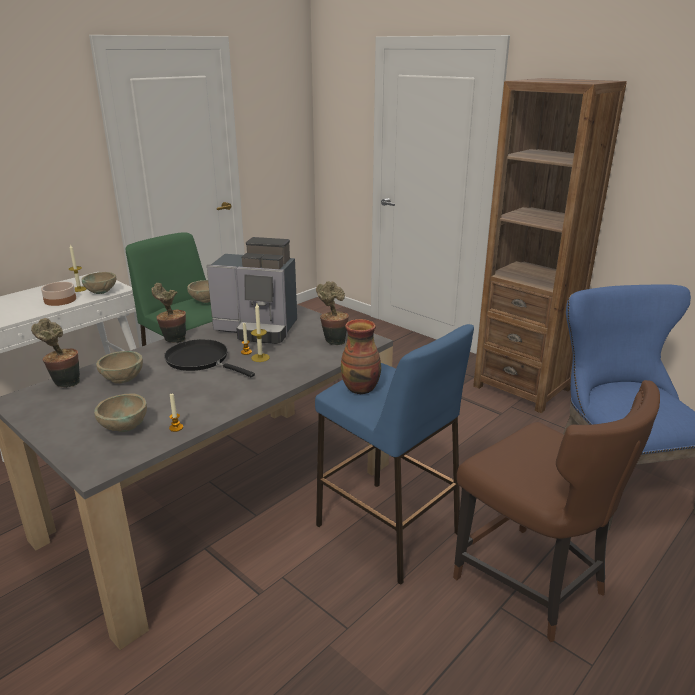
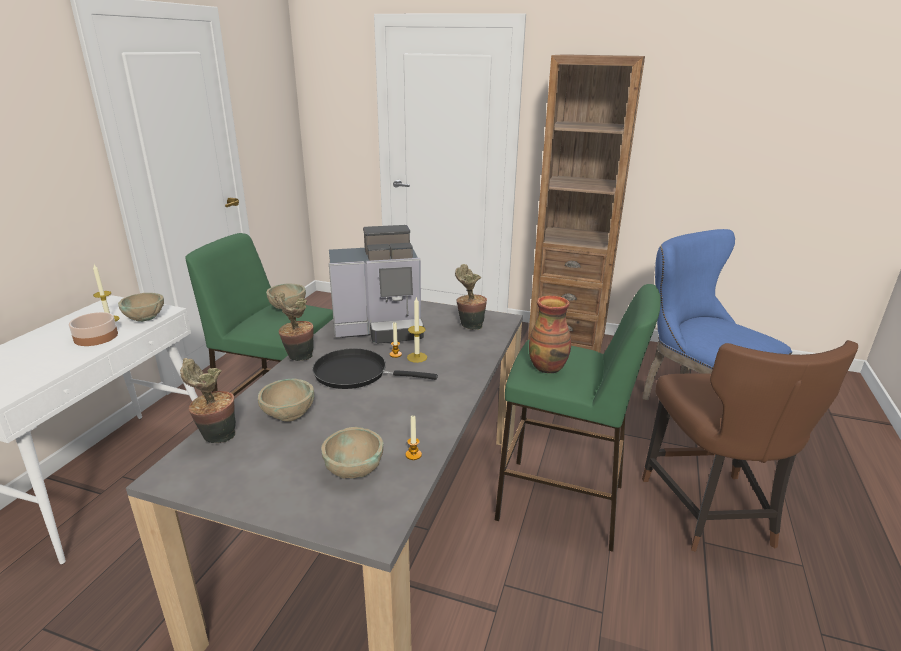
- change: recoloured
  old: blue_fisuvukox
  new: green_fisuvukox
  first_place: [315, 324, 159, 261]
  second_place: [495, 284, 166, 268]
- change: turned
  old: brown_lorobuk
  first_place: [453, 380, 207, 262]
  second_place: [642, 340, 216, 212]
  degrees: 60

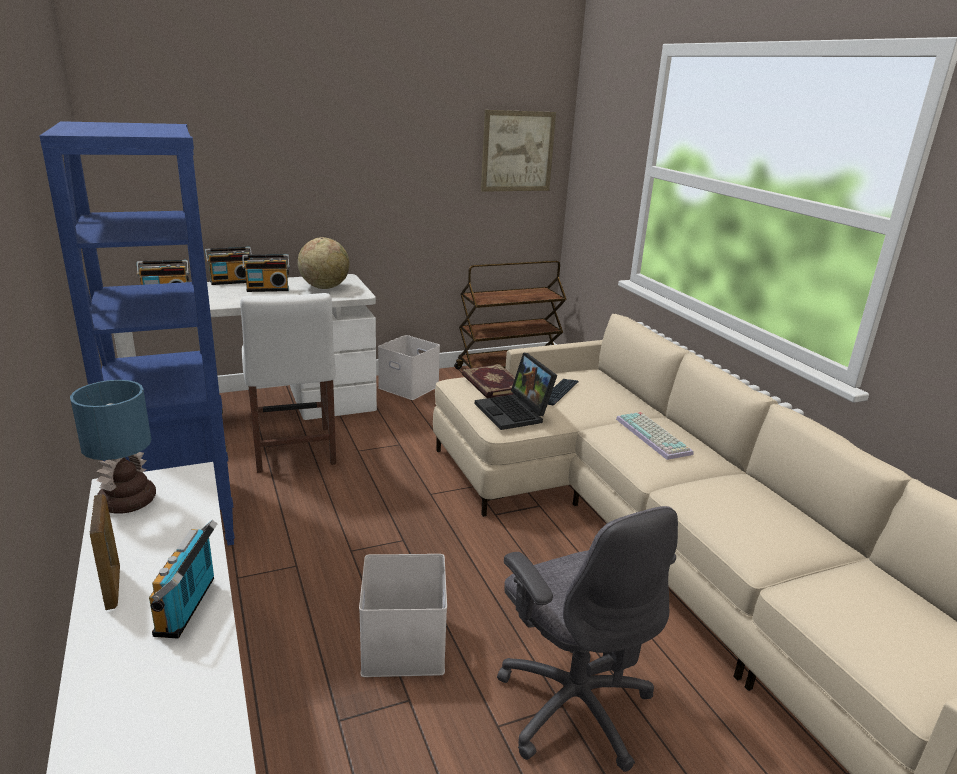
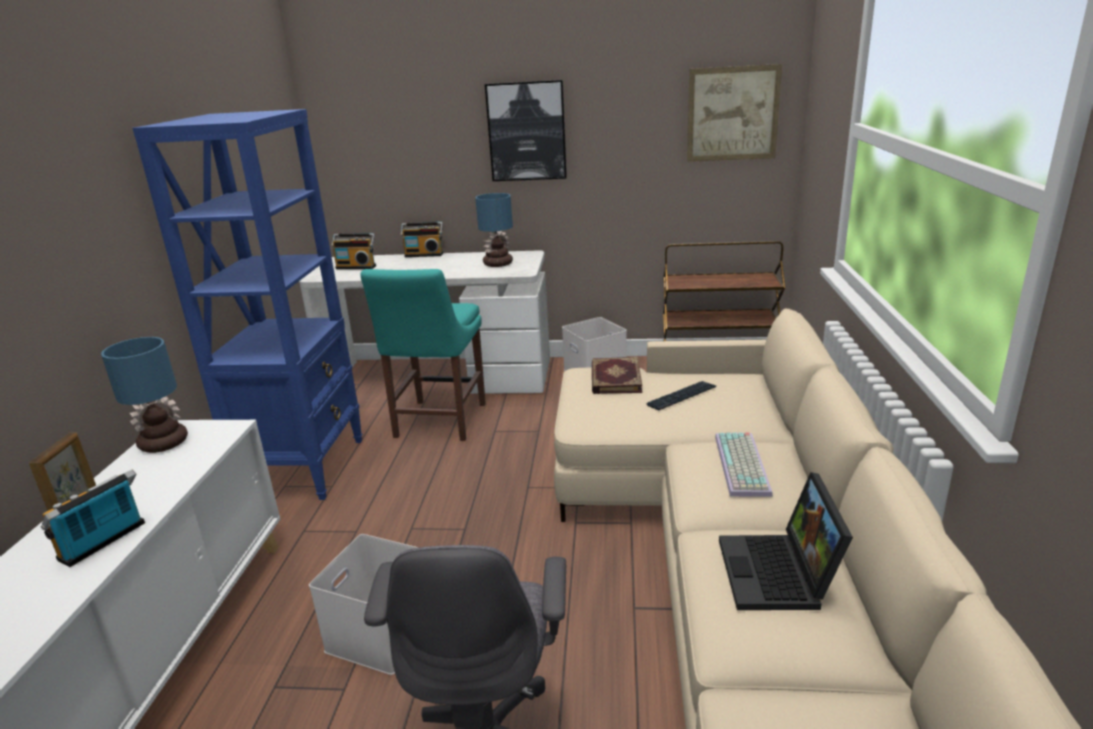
- change: recoloured
  old: white_lorobuk
  new: turquoise_lorobuk
  first_place: [240, 293, 96, 180]
  second_place: [361, 269, 125, 172]
- change: removed
  old: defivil
  first_place: [242, 254, 48, 38]
- change: replaced
  old: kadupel
  new: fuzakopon
  first_place: [298, 237, 52, 52]
  second_place: [475, 193, 38, 74]
- change: moved
  old: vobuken
  first_place: [475, 352, 82, 78]
  second_place: [719, 472, 134, 138]
- change: added
  new: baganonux
  second_place: [485, 80, 82, 101]

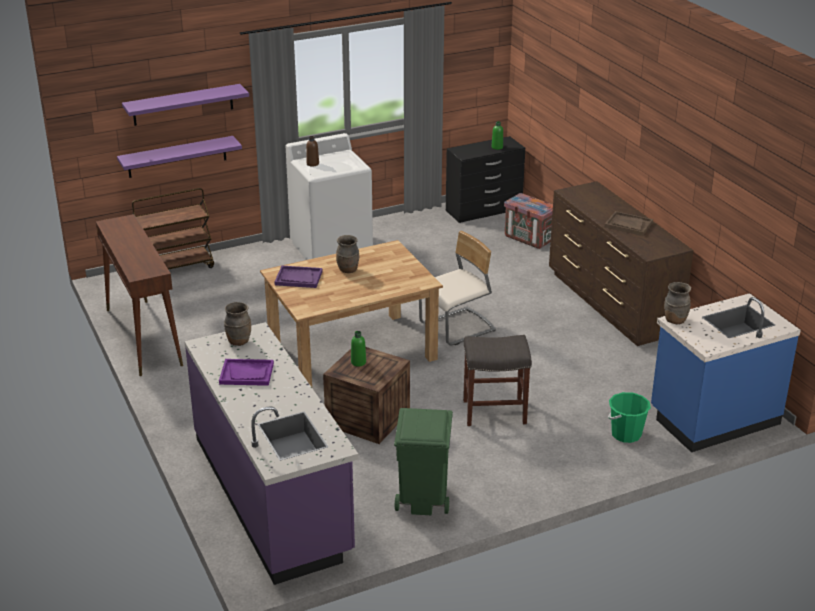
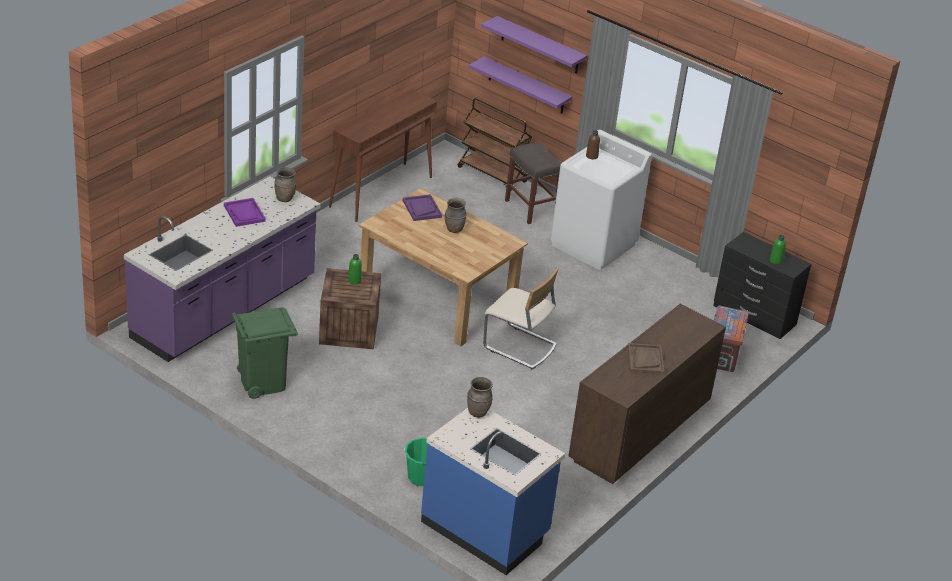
- change: moved
  old: grey_fisuvukox
  first_place: [463, 335, 69, 91]
  second_place: [505, 142, 56, 82]

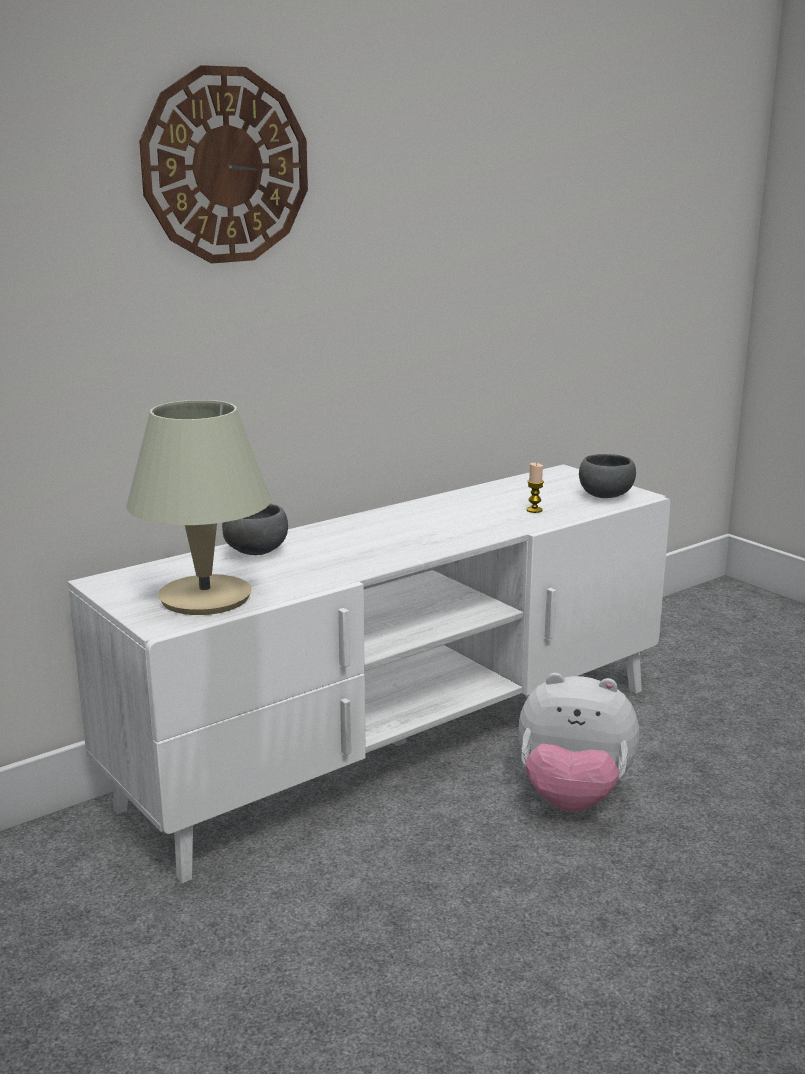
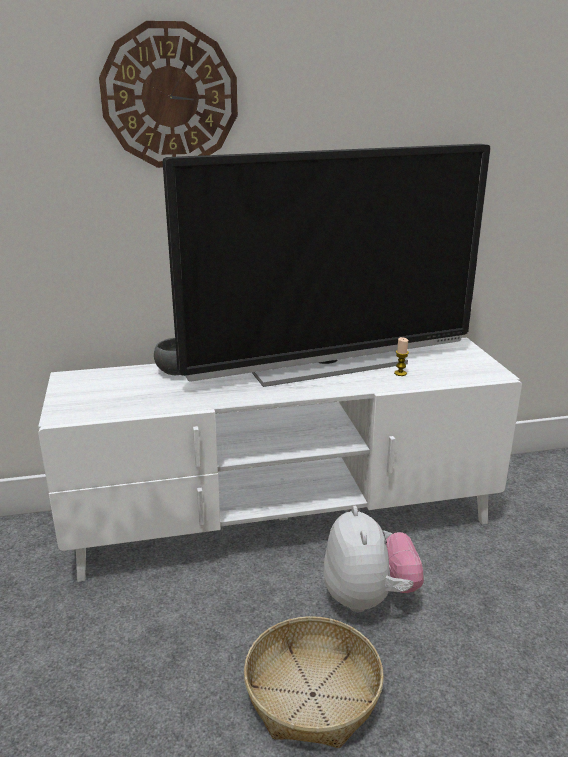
- change: removed
  old: beige_fuzakopon
  first_place: [126, 400, 145, 215]
- change: turned
  old: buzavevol
  first_place: [519, 673, 120, 139]
  second_place: [323, 506, 101, 106]
  degrees: -135
- change: removed
  old: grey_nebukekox
  first_place: [579, 454, 57, 44]
- change: added
  new: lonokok
  second_place: [163, 144, 328, 243]
- change: added
  new: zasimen
  second_place: [244, 616, 140, 132]

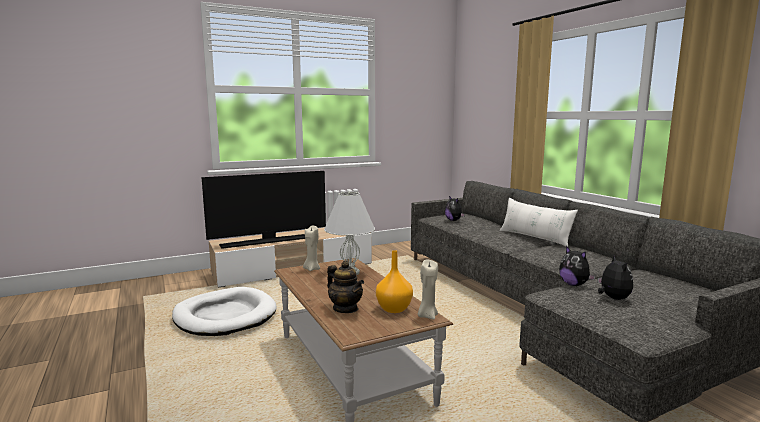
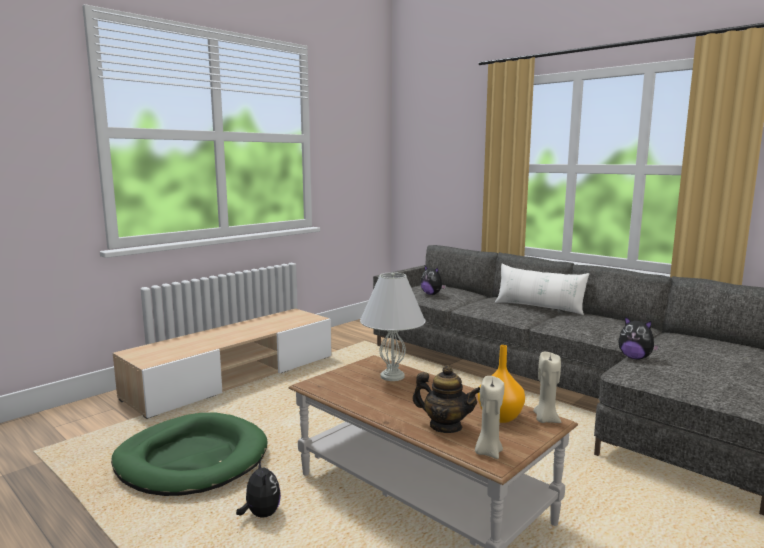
- change: recoloured
  old: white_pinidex
  new: green_pinidex
  first_place: [172, 287, 105, 49]
  second_place: [111, 413, 157, 83]
- change: removed
  old: lonokok
  first_place: [201, 171, 125, 78]
- change: moved
  old: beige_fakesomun
  first_place: [303, 226, 17, 45]
  second_place: [475, 376, 29, 83]
- change: moved
  old: buzavevol
  first_place: [597, 255, 36, 45]
  second_place: [236, 459, 45, 59]

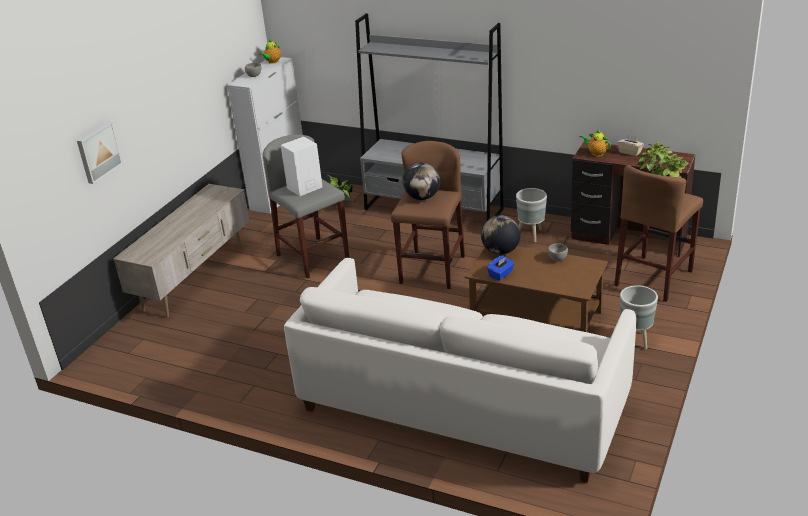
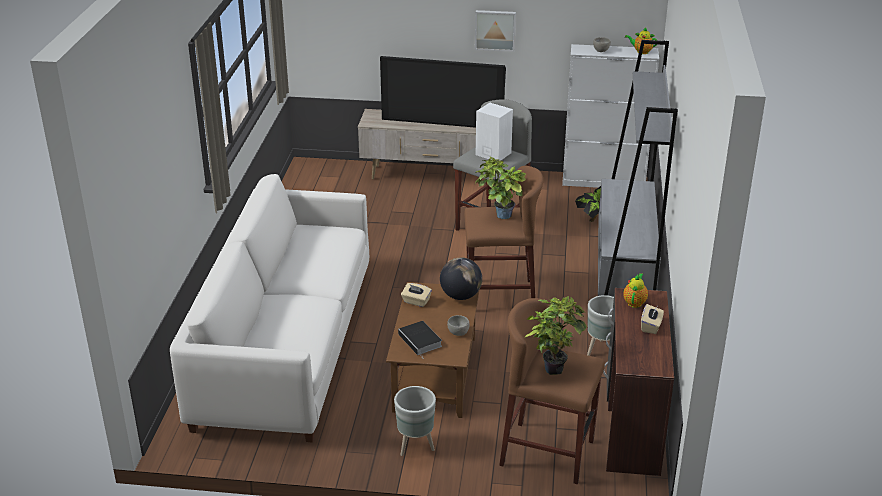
- change: moved
  old: baganonux
  first_place: [77, 122, 46, 62]
  second_place: [475, 10, 41, 42]
- change: replaced
  old: kadupel
  new: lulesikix
  first_place: [403, 162, 37, 38]
  second_place: [475, 156, 51, 63]
- change: recoloured
  old: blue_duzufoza
  new: beige_duzufoza
  first_place: [487, 255, 28, 26]
  second_place: [401, 283, 31, 24]
- change: added
  new: lonokok
  second_place: [380, 56, 126, 72]
- change: added
  new: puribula
  second_place: [398, 321, 44, 37]

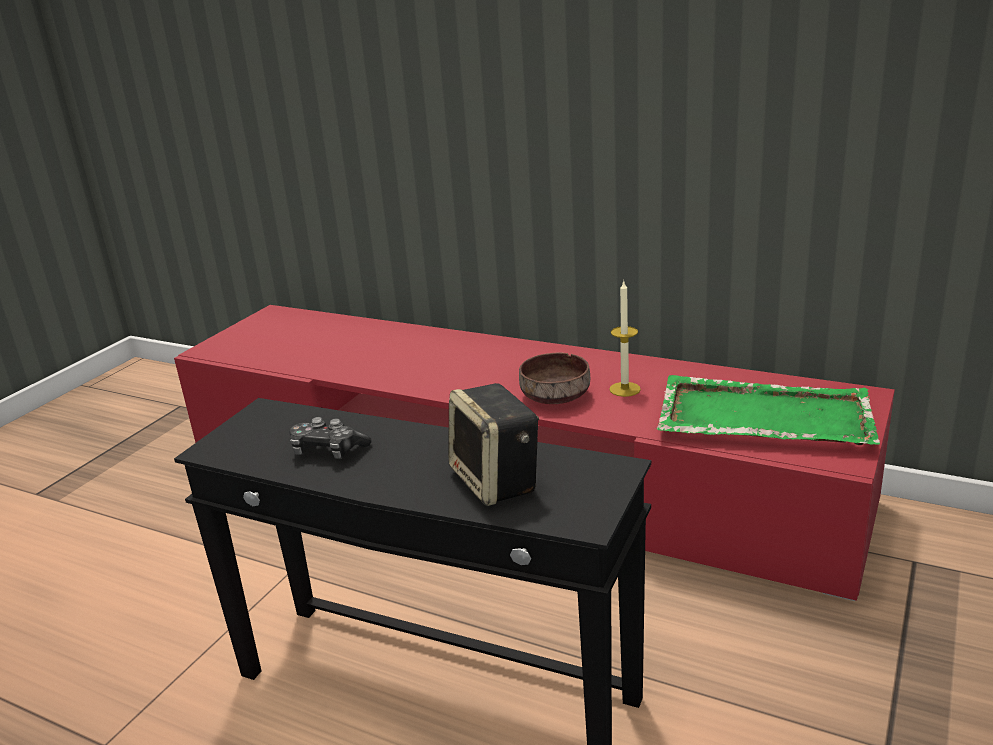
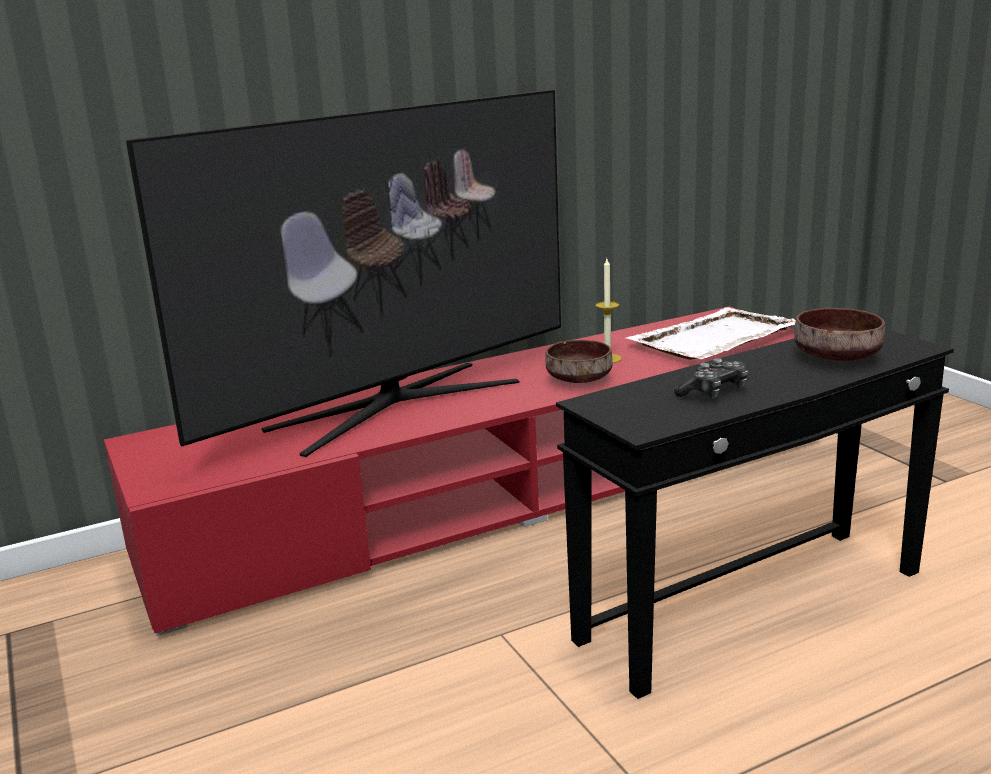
- change: replaced
  old: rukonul
  new: brown_nebukekox
  first_place: [448, 383, 91, 123]
  second_place: [794, 308, 91, 53]
- change: recoloured
  old: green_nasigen
  new: white_nasigen
  first_place: [657, 375, 223, 70]
  second_place: [625, 307, 171, 53]
- change: added
  new: lonokok
  second_place: [126, 89, 435, 368]

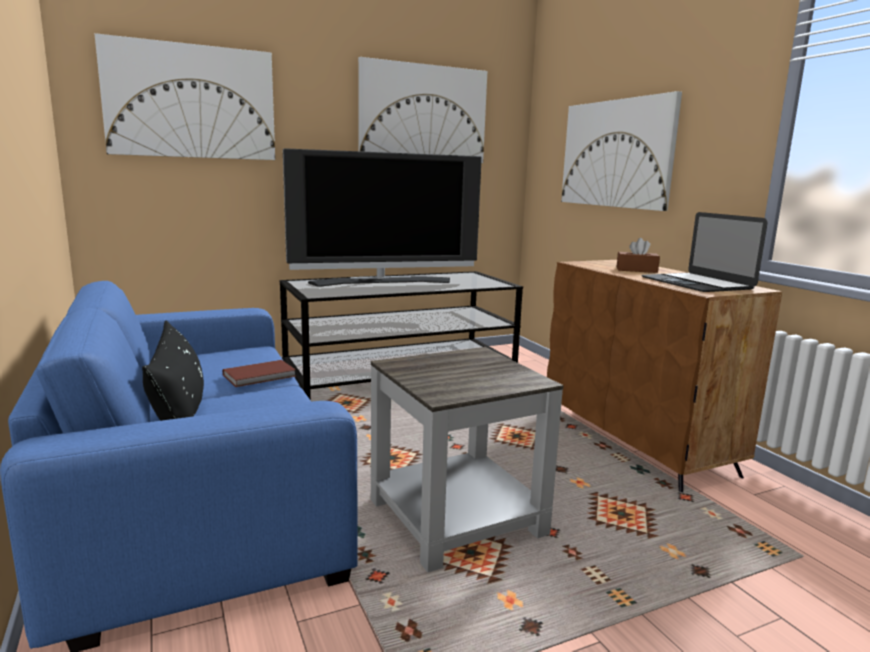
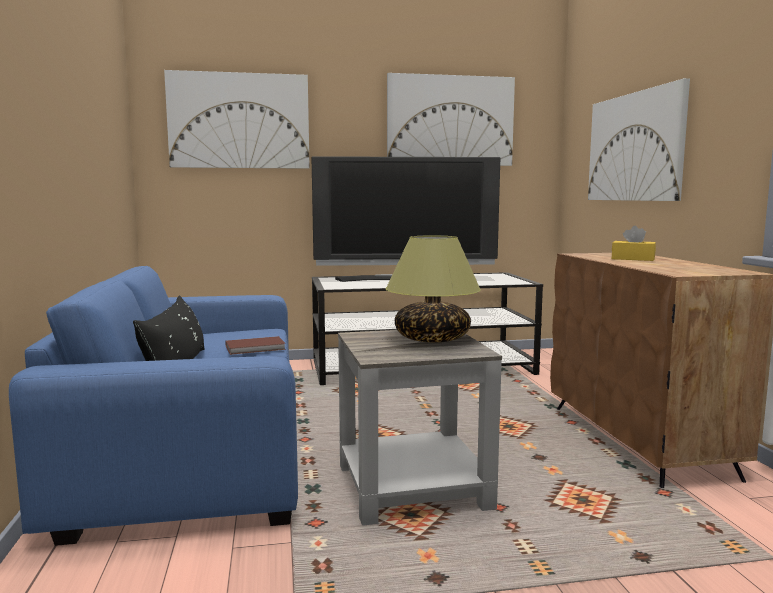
- change: recoloured
  old: brown_duzufoza
  new: yellow_duzufoza
  first_place: [616, 238, 44, 35]
  second_place: [612, 226, 44, 35]
- change: removed
  old: vobuken
  first_place: [641, 212, 127, 80]
- change: added
  new: fuzakopon
  second_place: [386, 236, 95, 107]

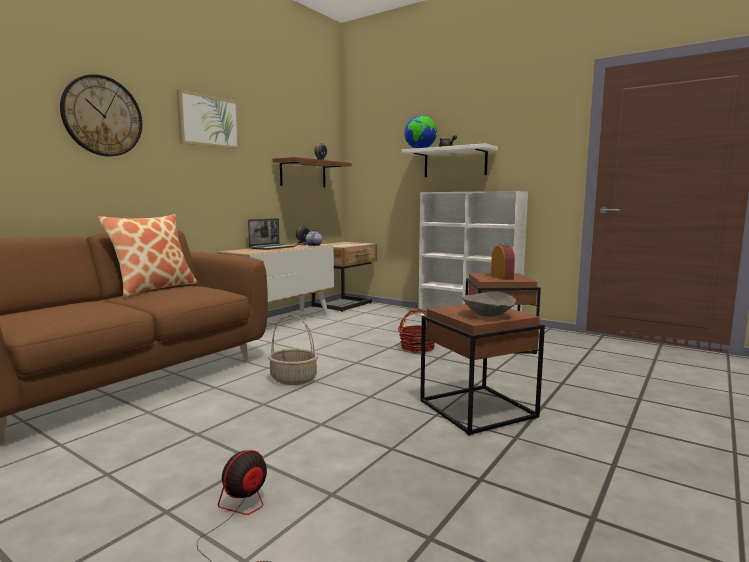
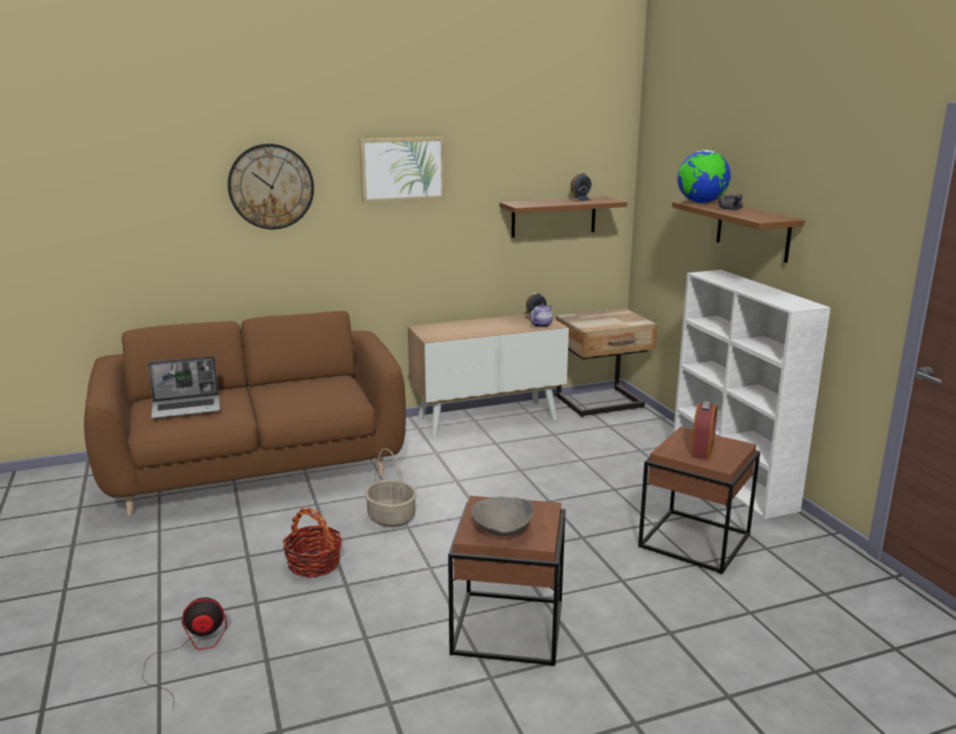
- change: removed
  old: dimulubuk
  first_place: [98, 214, 100, 84]
- change: moved
  old: vobuken
  first_place: [248, 218, 49, 32]
  second_place: [148, 356, 72, 62]
- change: moved
  old: zasimen
  first_place: [398, 308, 37, 45]
  second_place: [283, 508, 59, 70]
- change: recoloured
  old: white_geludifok
  new: brown_geludifok
  first_place: [402, 143, 96, 34]
  second_place: [672, 200, 133, 63]

